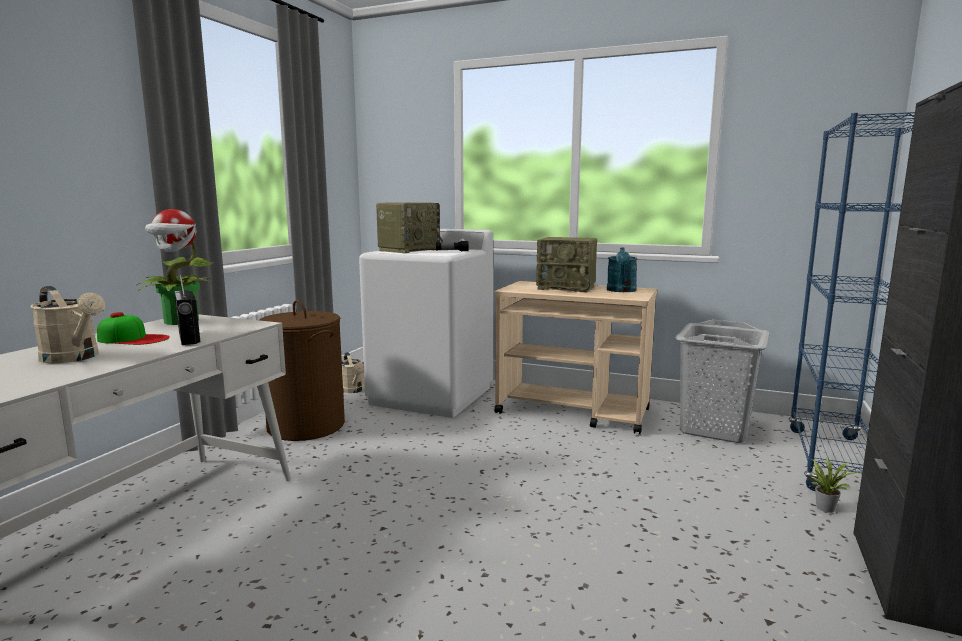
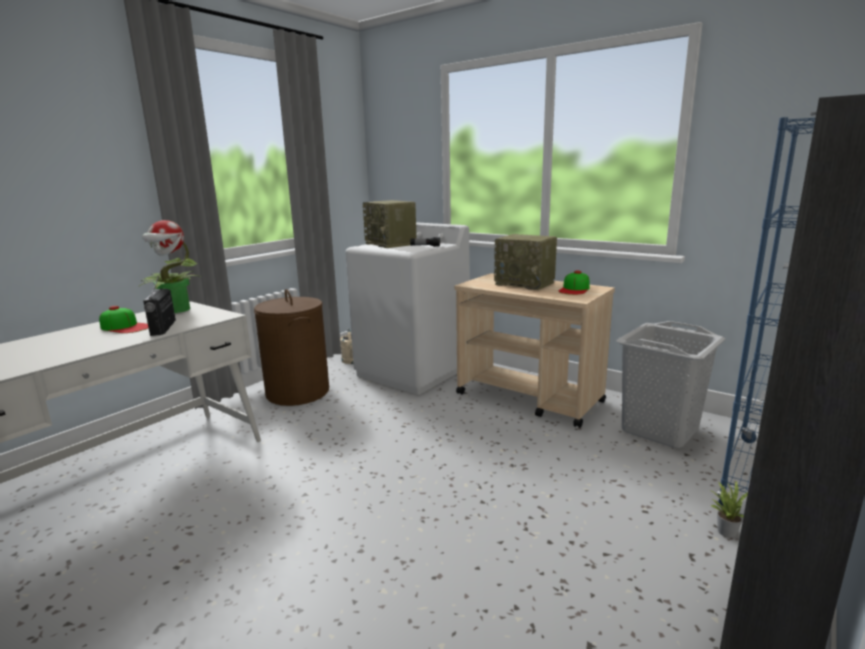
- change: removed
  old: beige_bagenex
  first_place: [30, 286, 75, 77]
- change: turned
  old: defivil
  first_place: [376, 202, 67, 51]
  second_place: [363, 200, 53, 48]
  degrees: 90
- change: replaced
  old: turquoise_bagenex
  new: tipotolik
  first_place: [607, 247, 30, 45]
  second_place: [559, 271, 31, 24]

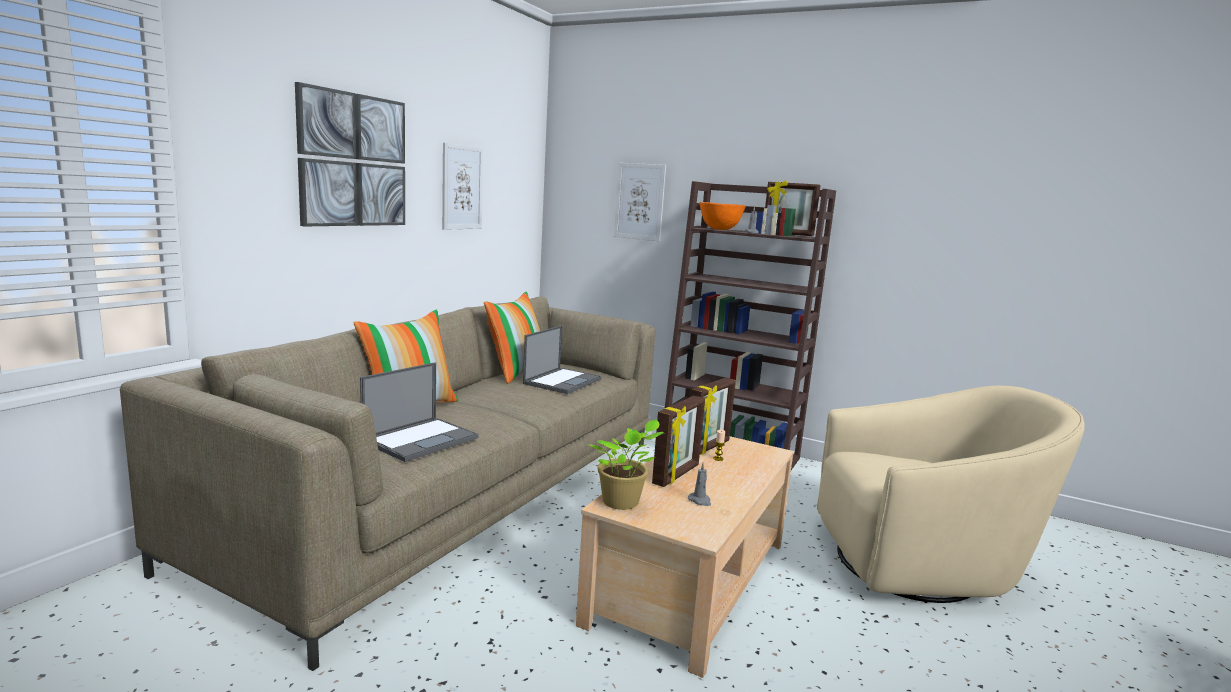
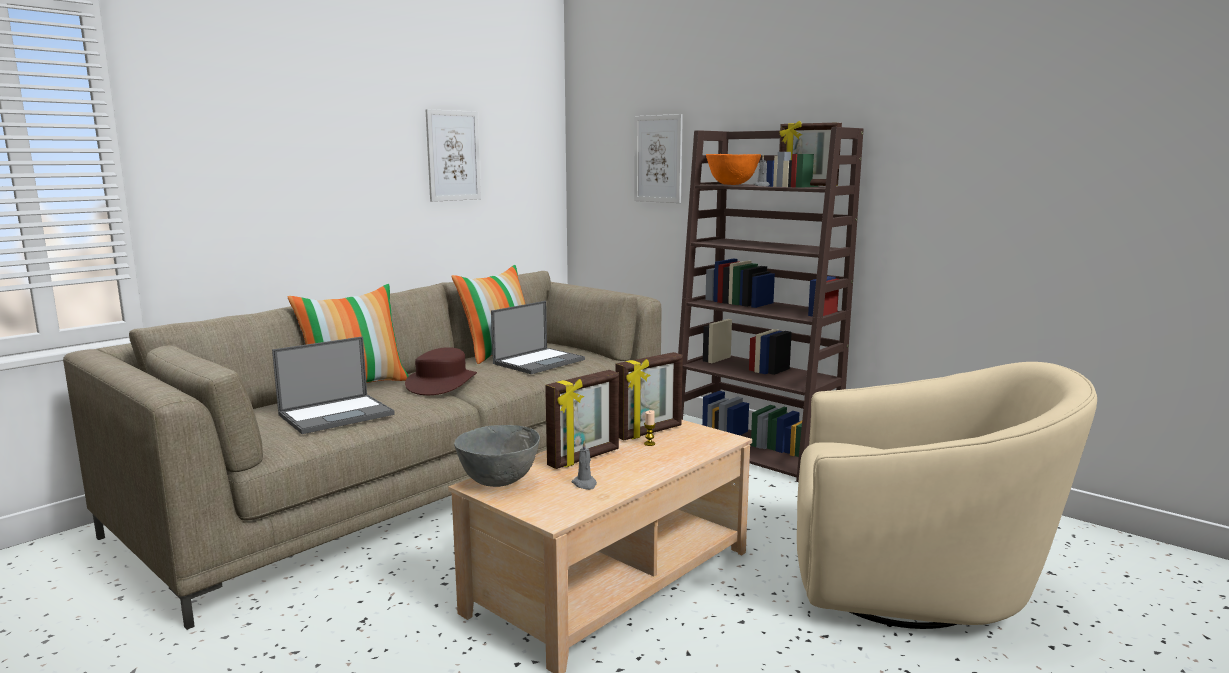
- change: removed
  old: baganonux
  first_place: [295, 82, 110, 144]
- change: replaced
  old: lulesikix
  new: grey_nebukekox
  first_place: [587, 419, 77, 91]
  second_place: [454, 425, 86, 62]
- change: added
  new: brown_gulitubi
  second_place: [405, 347, 72, 48]

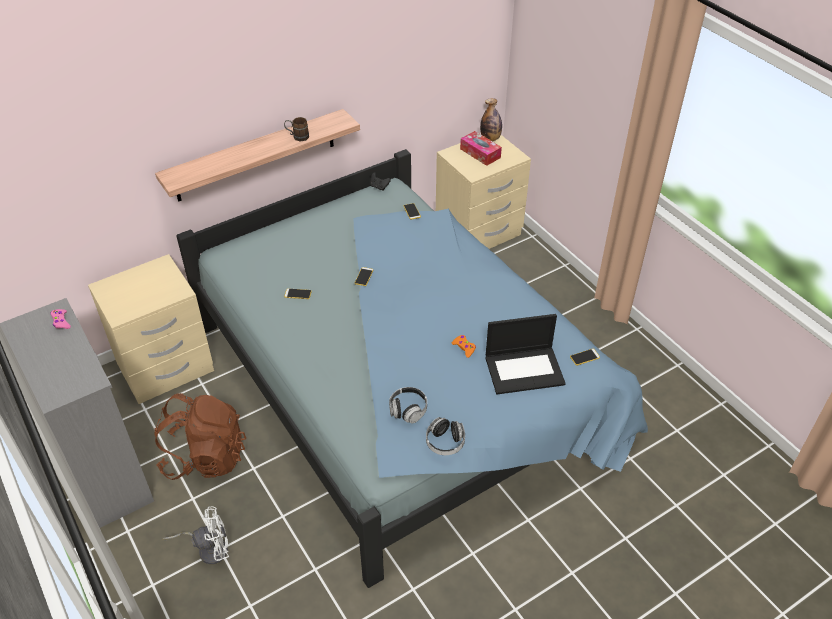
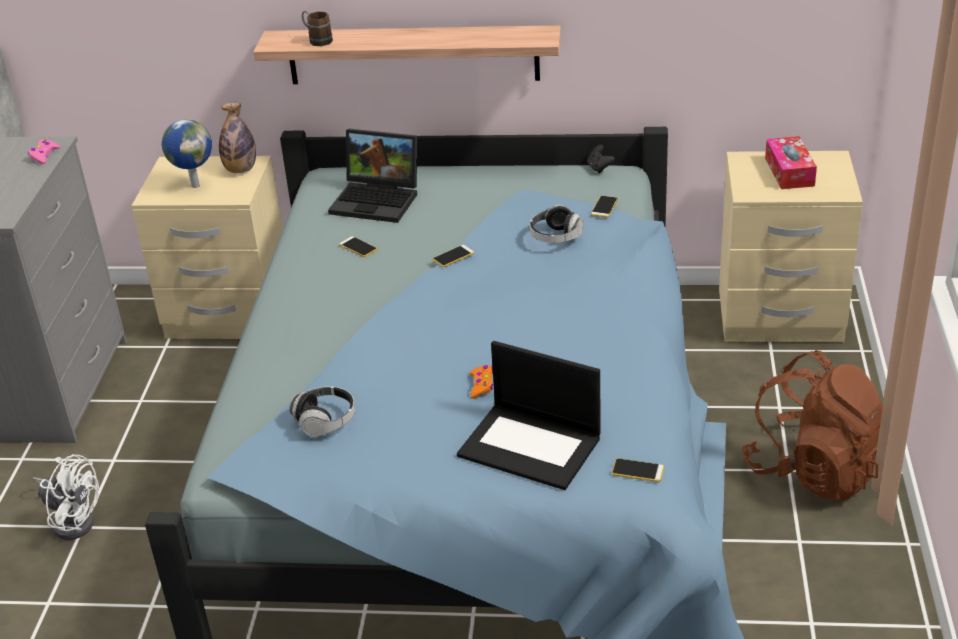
- change: moved
  old: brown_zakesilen
  first_place: [154, 393, 92, 87]
  second_place: [742, 350, 141, 151]
- change: moved
  old: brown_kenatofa
  first_place: [284, 117, 25, 24]
  second_place: [302, 11, 31, 35]
- change: moved
  old: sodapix
  first_place: [426, 417, 39, 38]
  second_place: [530, 205, 54, 38]
- change: moved
  old: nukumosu
  first_place: [480, 98, 22, 43]
  second_place: [219, 103, 37, 70]
- change: added
  new: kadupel
  second_place: [162, 119, 50, 69]
- change: added
  new: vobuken
  second_place: [328, 129, 89, 94]

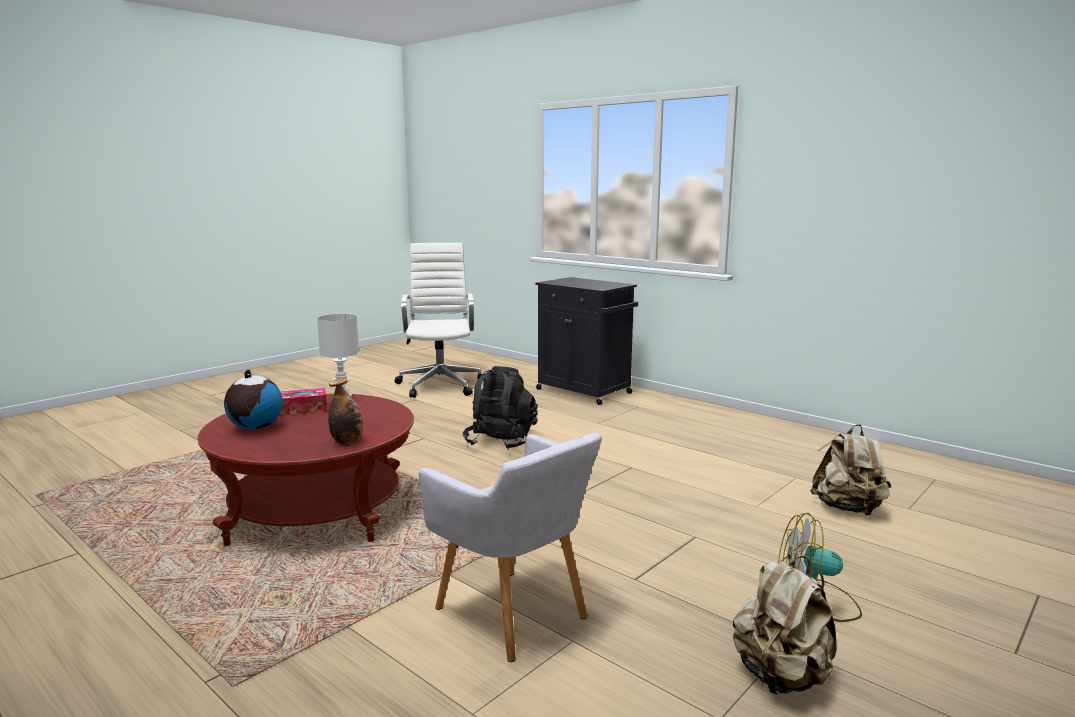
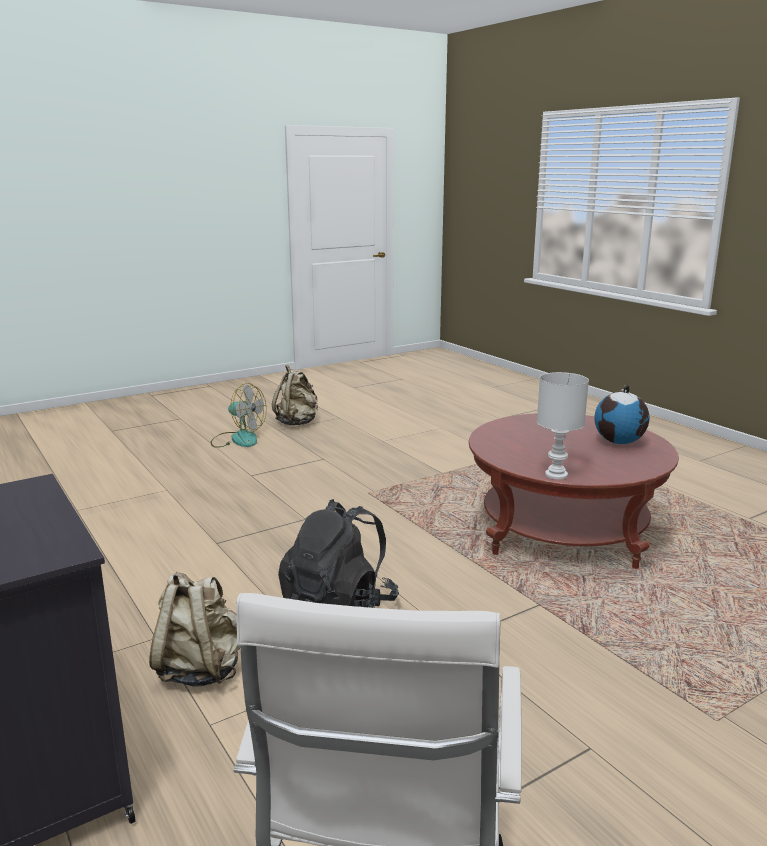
- change: removed
  old: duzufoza
  first_place: [279, 388, 48, 28]
- change: removed
  old: nukumosu
  first_place: [328, 378, 35, 66]
- change: removed
  old: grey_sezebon
  first_place: [419, 433, 183, 229]
- change: moved
  old: beige_zakesilen
  first_place: [810, 424, 81, 91]
  second_place: [149, 572, 92, 115]

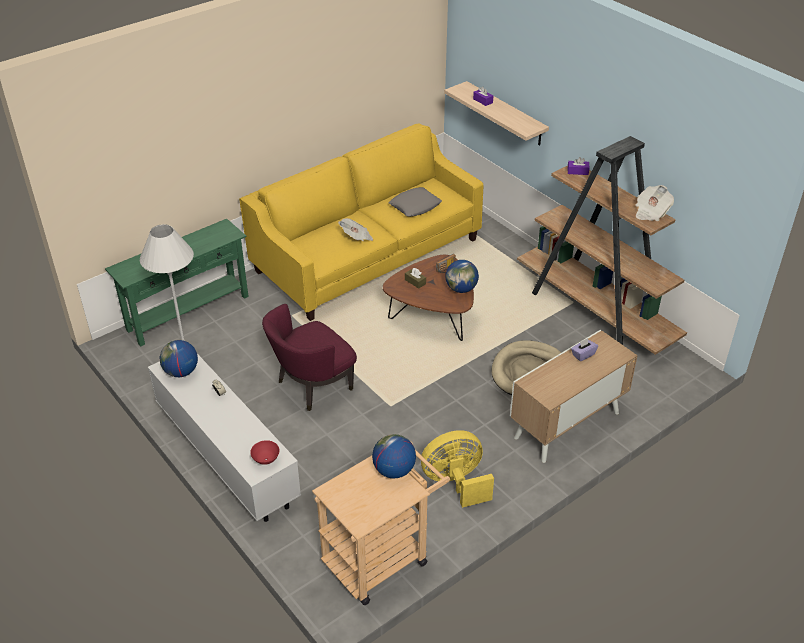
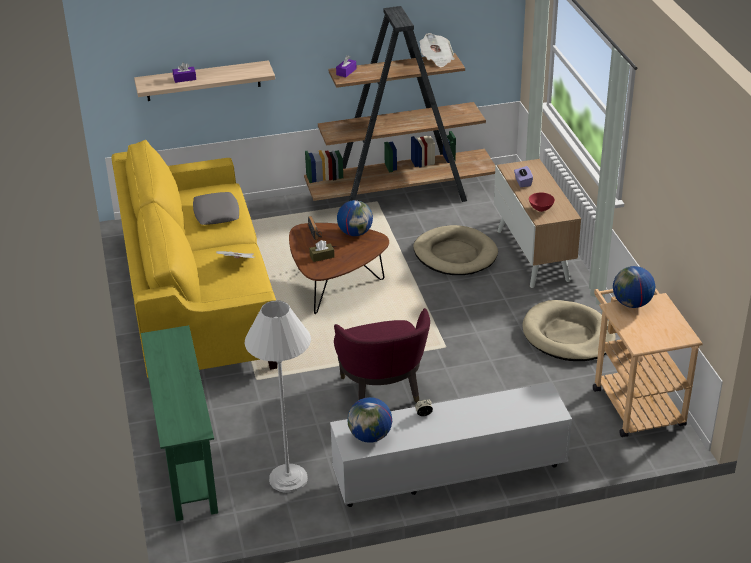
- change: moved
  old: red_nebukekox
  first_place: [250, 440, 30, 25]
  second_place: [529, 192, 26, 20]
- change: replaced
  old: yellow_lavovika
  new: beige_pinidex
  first_place: [421, 430, 73, 78]
  second_place: [523, 300, 92, 61]

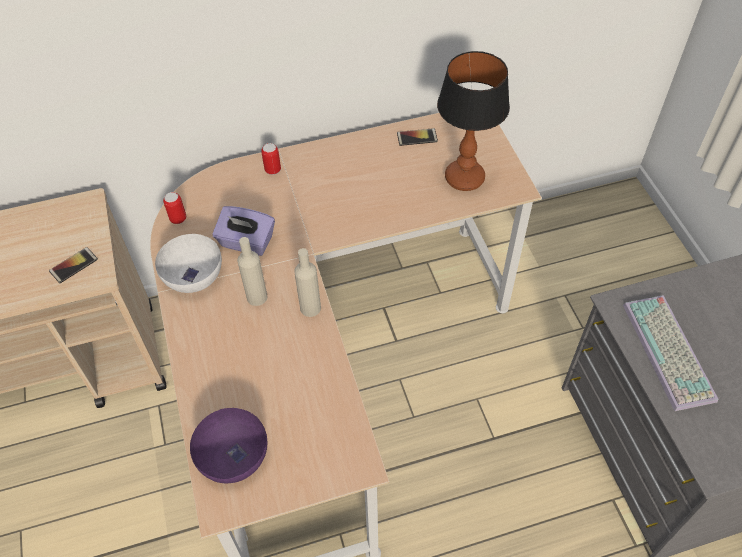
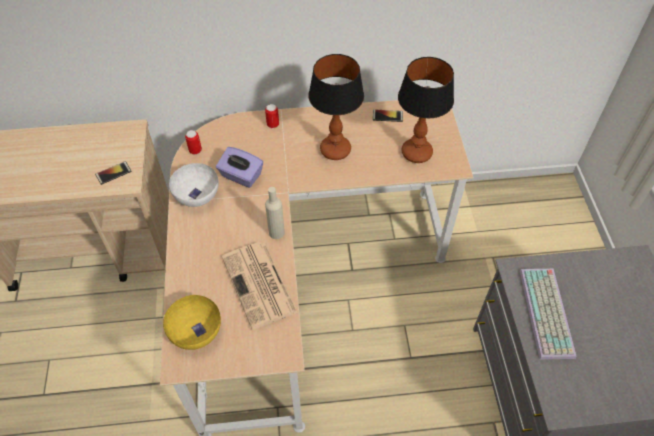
- change: recoloured
  old: purple_nebukekox
  new: yellow_nebukekox
  first_place: [190, 408, 77, 75]
  second_place: [163, 295, 58, 55]
- change: removed
  old: beige_nukumosu
  first_place: [237, 237, 31, 69]
- change: added
  new: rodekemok
  second_place: [222, 242, 76, 88]
- change: added
  new: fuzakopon
  second_place: [308, 54, 56, 106]

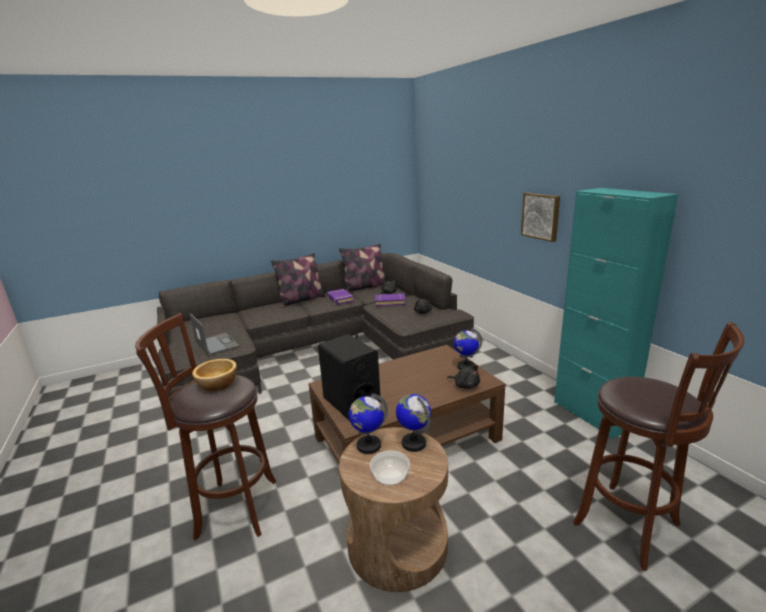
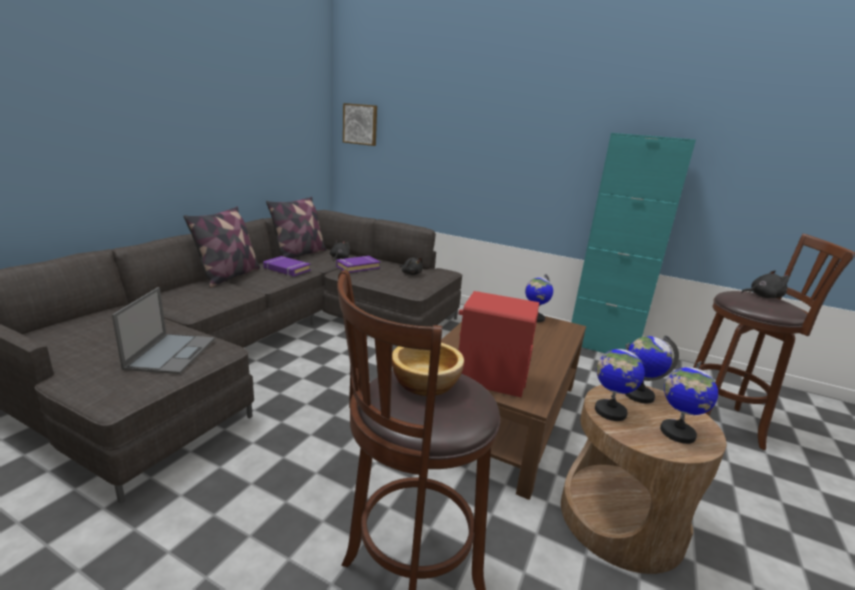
- change: turned
  old: vobuken
  first_place: [189, 313, 51, 43]
  second_place: [112, 287, 103, 87]
  degrees: 75
- change: recoloured
  old: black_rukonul
  new: red_rukonul
  first_place: [318, 334, 63, 87]
  second_place: [459, 291, 80, 107]
- change: replaced
  old: nebukekox
  new: kadupel
  first_place: [370, 450, 40, 36]
  second_place: [660, 361, 58, 83]
- change: moved
  old: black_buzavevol
  first_place: [447, 365, 33, 24]
  second_place: [741, 270, 48, 28]
- change: moved
  old: baganonux
  first_place: [521, 193, 39, 49]
  second_place: [343, 103, 34, 43]

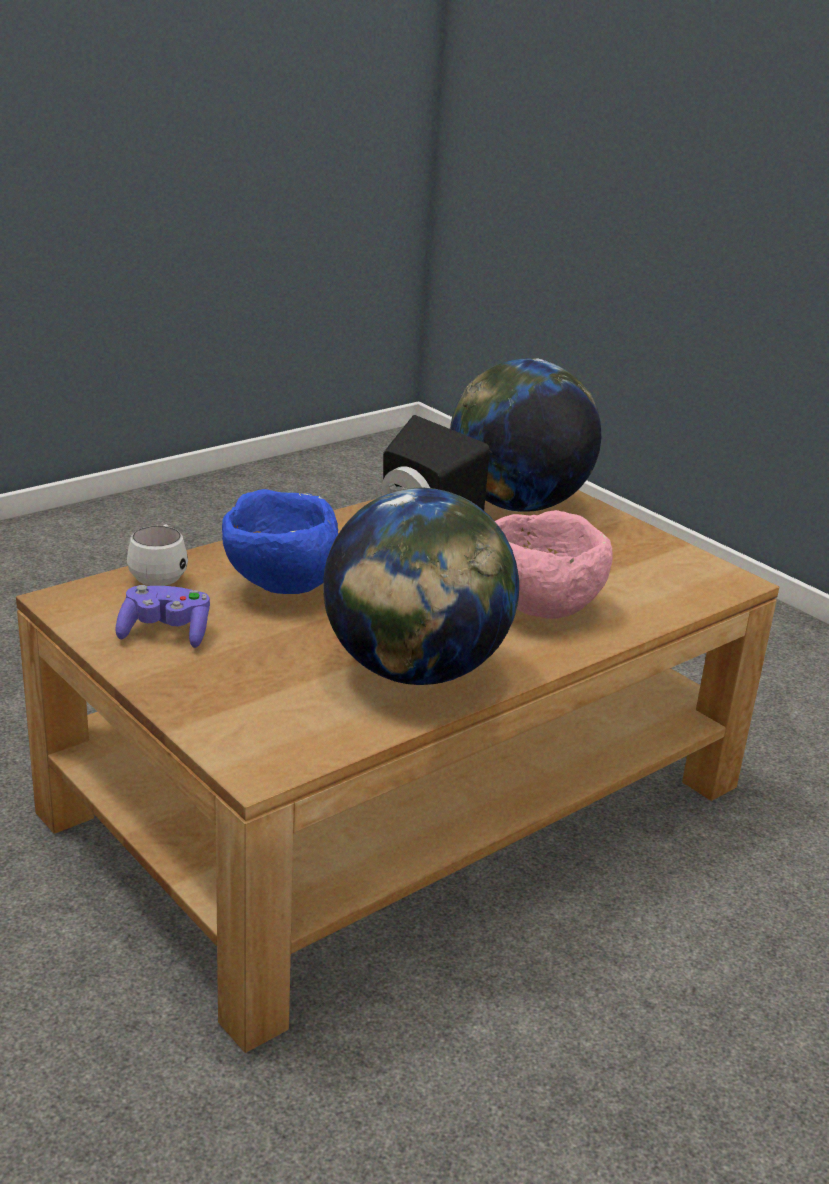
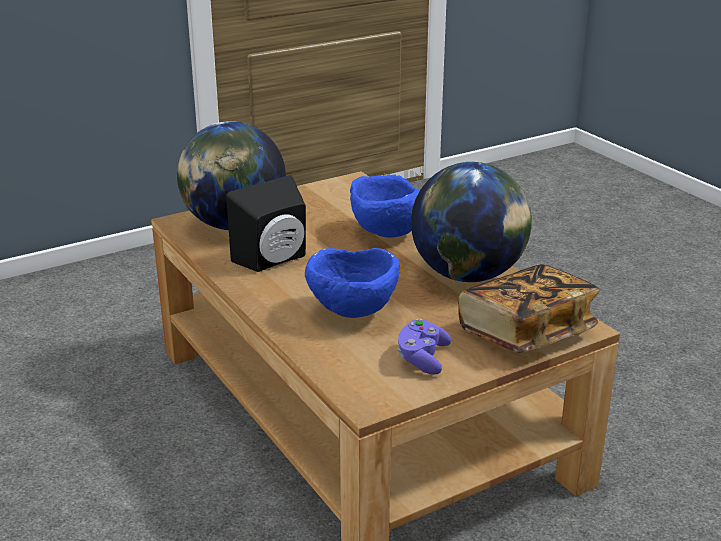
- change: removed
  old: white_kenatofa
  first_place: [127, 525, 61, 61]
- change: recoloured
  old: pink_nebukekox
  new: blue_nebukekox
  first_place: [495, 510, 118, 109]
  second_place: [350, 174, 69, 64]
- change: added
  new: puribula
  second_place: [458, 264, 142, 89]

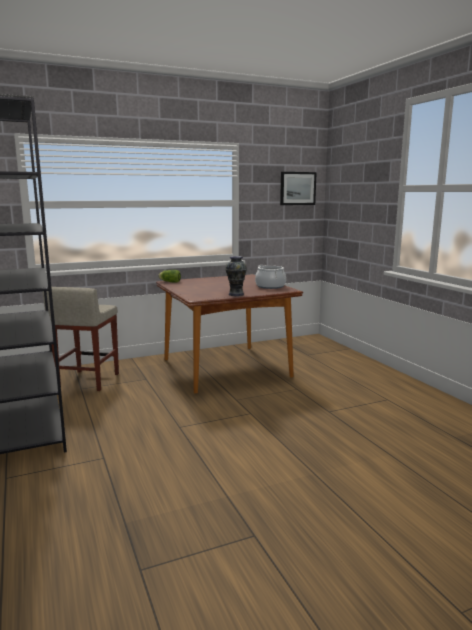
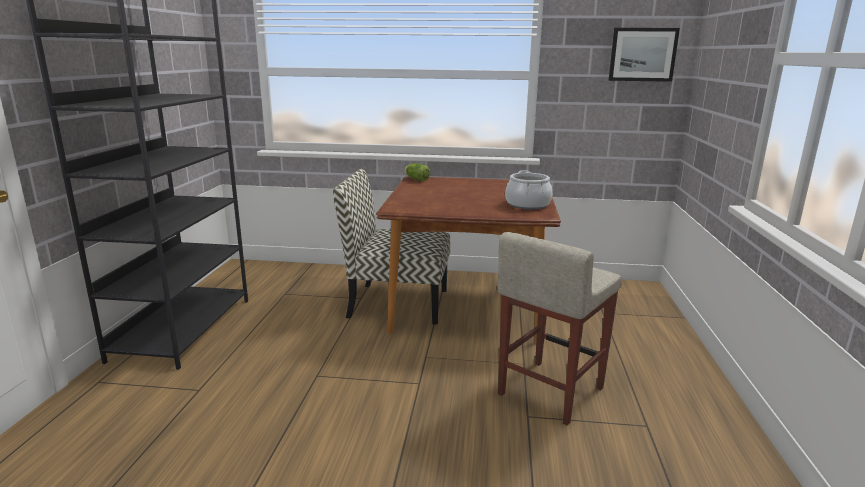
- change: moved
  old: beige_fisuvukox
  first_place: [43, 287, 76, 104]
  second_place: [497, 232, 125, 194]
- change: removed
  old: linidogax
  first_place: [225, 256, 22, 40]
- change: added
  new: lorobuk
  second_place: [333, 169, 118, 156]

